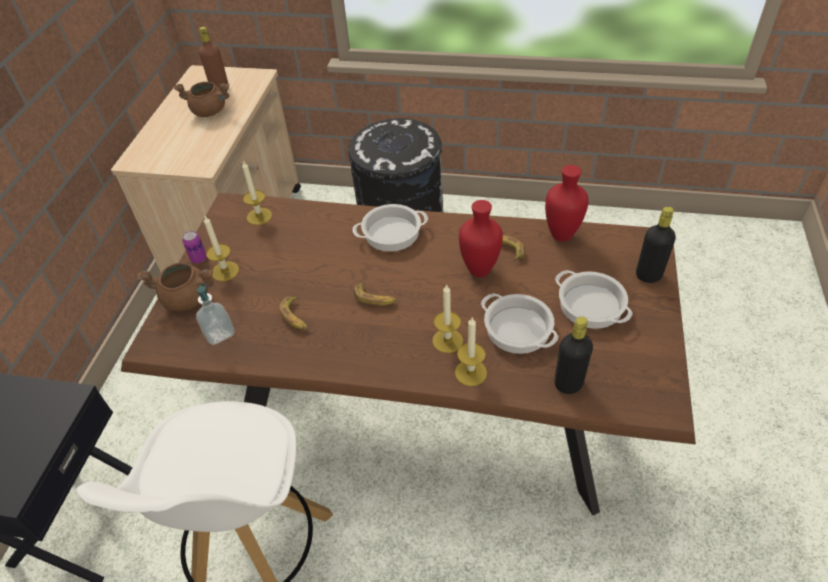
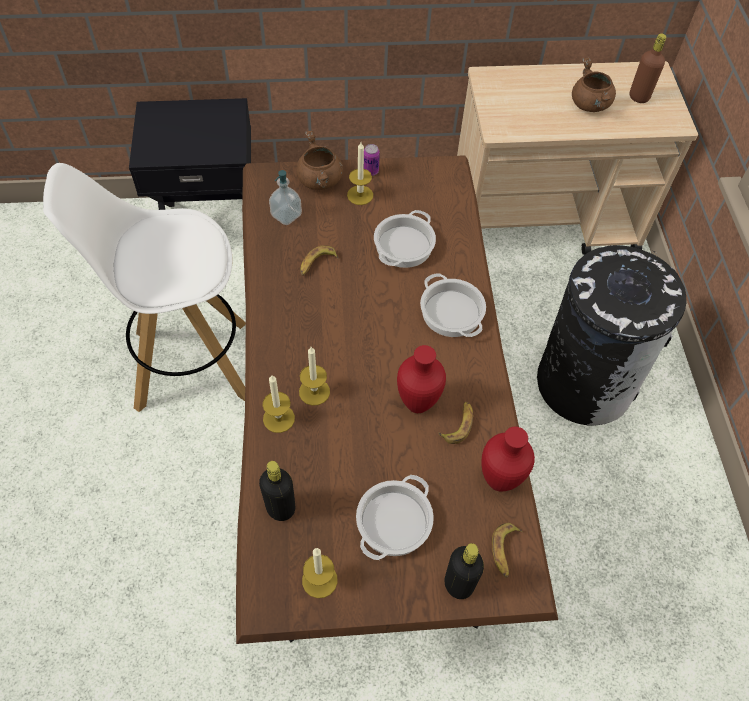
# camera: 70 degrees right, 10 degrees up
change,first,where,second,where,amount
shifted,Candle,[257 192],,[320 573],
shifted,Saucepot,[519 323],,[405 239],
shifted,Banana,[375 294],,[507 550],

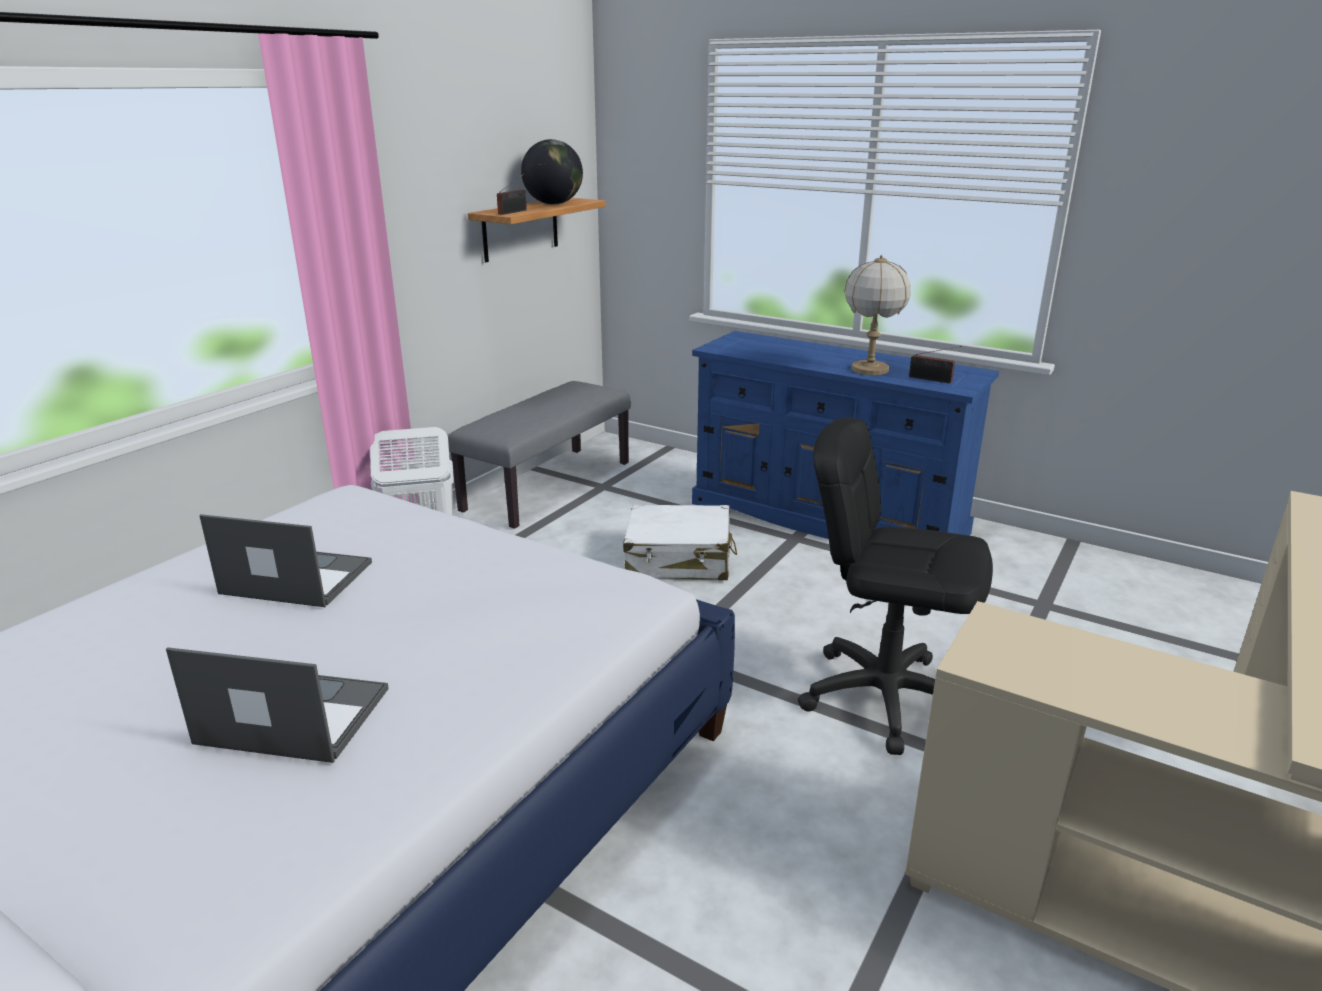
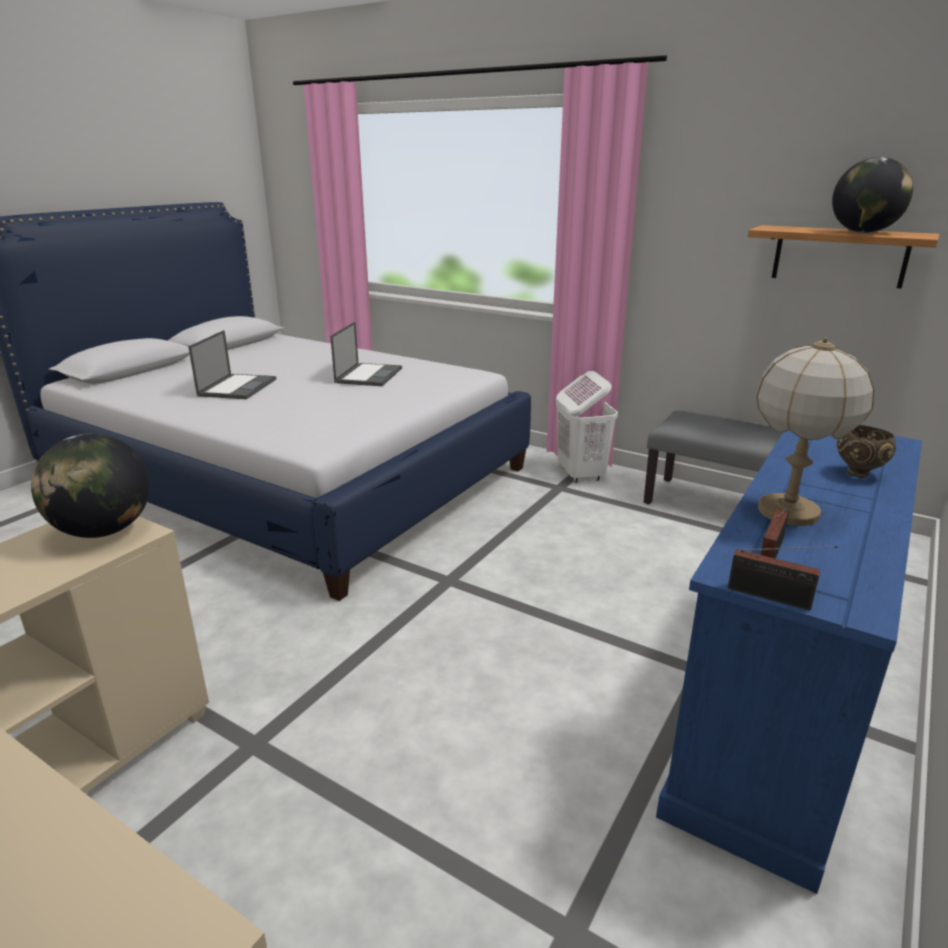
# camera: 90 degrees right, 0 degrees up
change,first,where,second,where,amount
new,,,WorldGlobe,[90 486],
shifted,Radio,[512 194],,[783 578],
new,,,BrownDeepDish,[866 451],
gone,WhiteColouredPieceOfLuggage,[680 542],,,
gone,BlackColouredOfficeChair,[895 586],,,

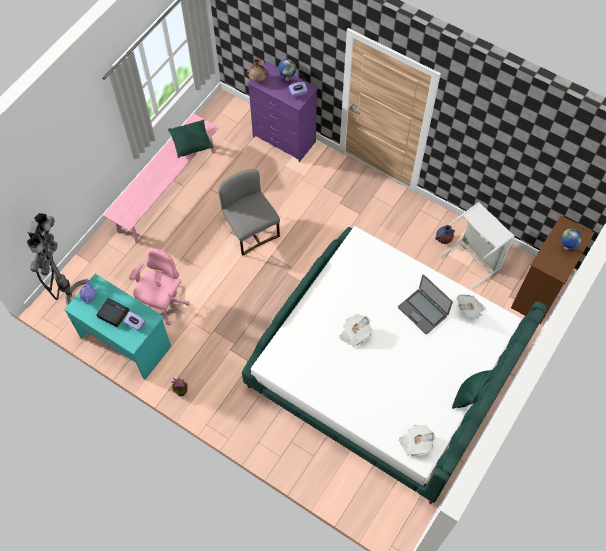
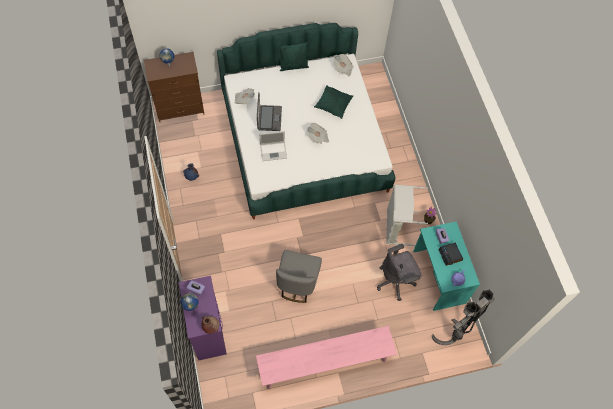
# camera: 140 degrees left, 0 degrees up
change,first,where,second,where,amount
new,,,PortableComputer,[273 146],
shifted,GreenCushion,[191 139],,[333 102],
repainted,PinkishOfficeChair,[159 286],GreyishOfficeChair,[399 272],
shifted,GreyishWashingBasket,[477 246],,[407 215],

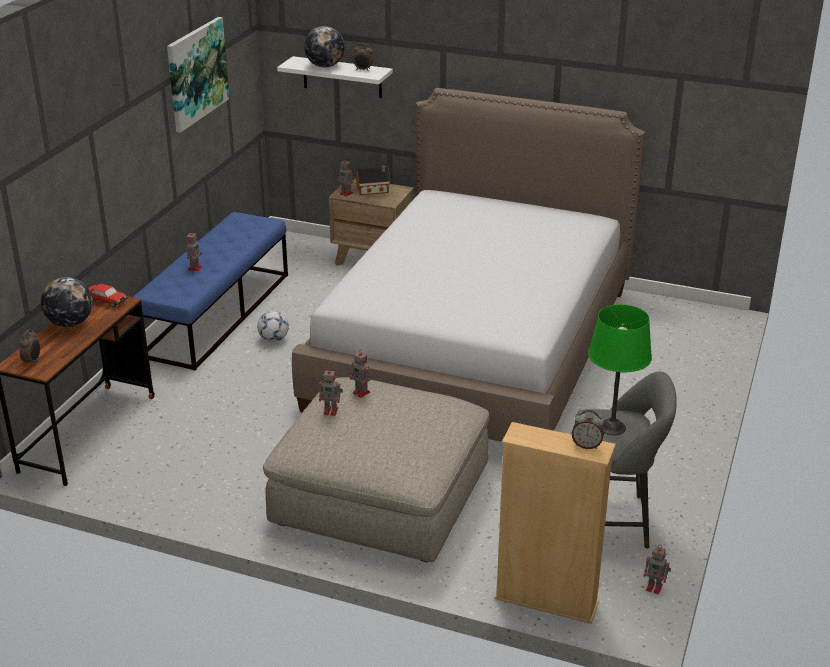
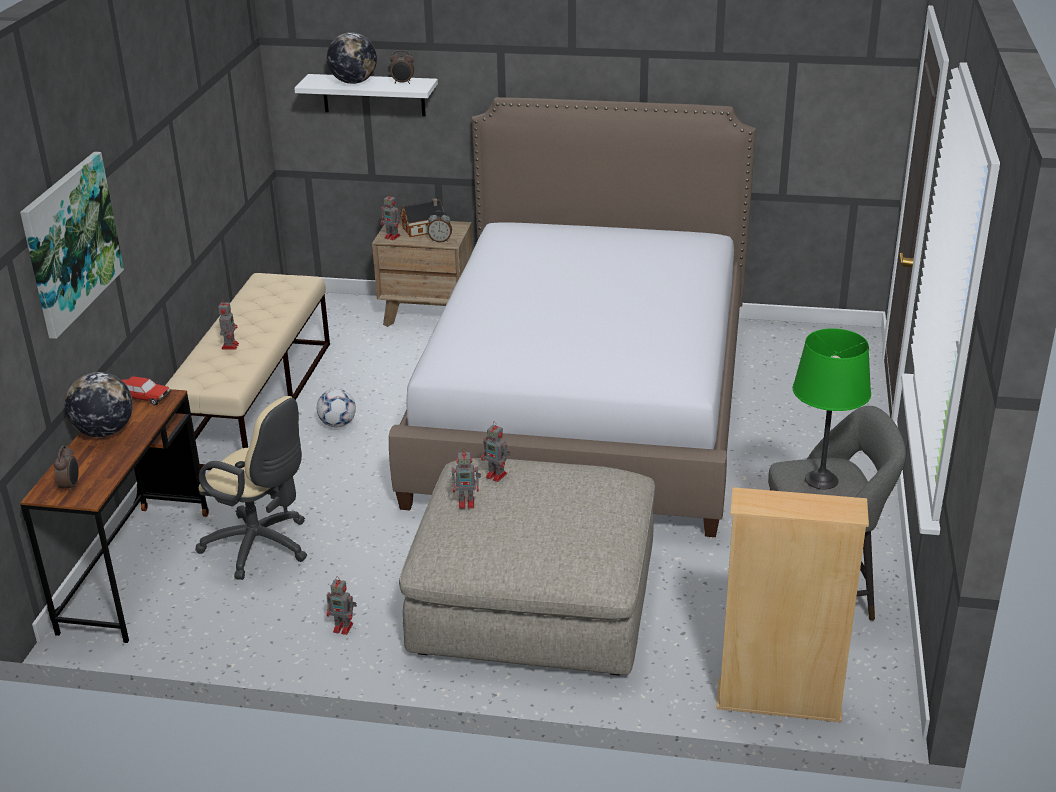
# camera: 10 degrees left, 0 degrees up
change,first,where,second,where,amount
shifted,WallArt,[198 75],,[72 245],
repainted,BlueColouredIndoorBench,[210 291],SandColouredIndoorBench,[247 371],
new,,,SandColouredOfficeChair,[251 488],
shifted,RobotFigure,[657 569],,[342 606],
shifted,TableClock,[588 429],,[439 227],

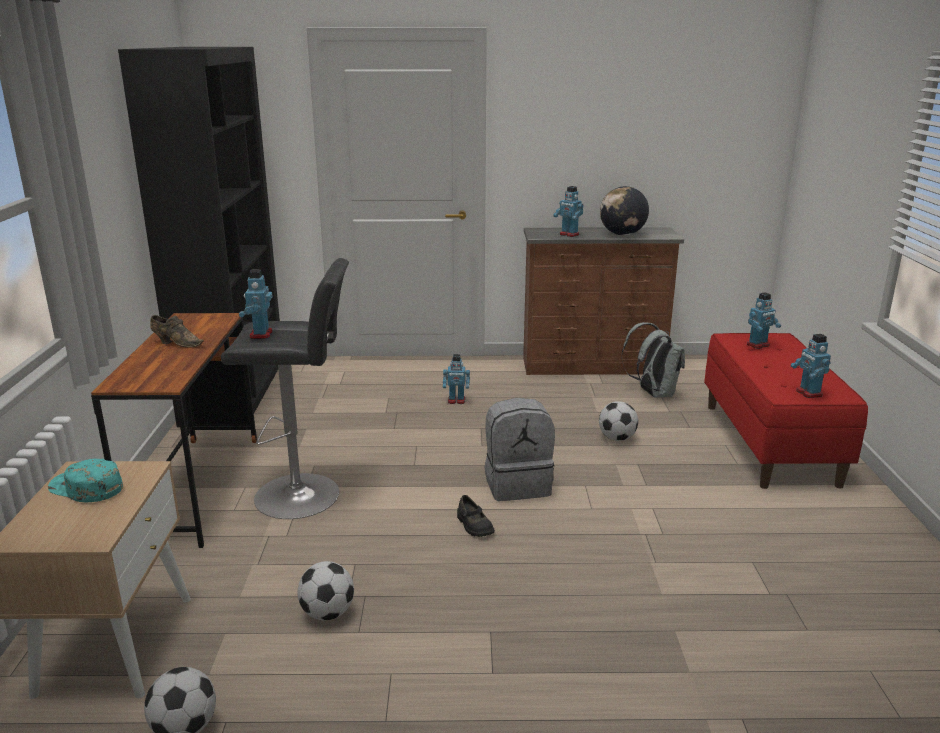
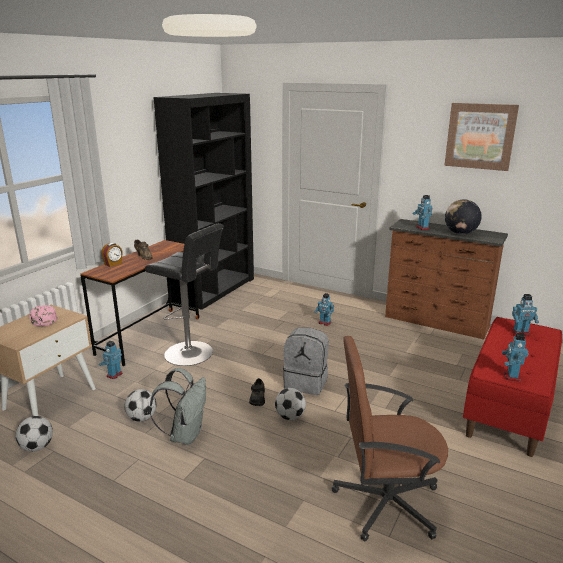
# camera: 30 degrees right, 0 degrees up
change,first,where,second,where,amount
repainted,TurquoisePeakedCap,[85 480],PinkishPeakedCap,[43 315],
shifted,RobotFigure,[256 304],,[110 360],
new,,,TableClock,[112 255],
shifted,GreyishKnapsack,[653 360],,[177 406],
shifted,BallForFootball,[618 421],,[290 404],
new,,,BrownOfficeChair,[390 439],
new,,,WallArt,[481 137],

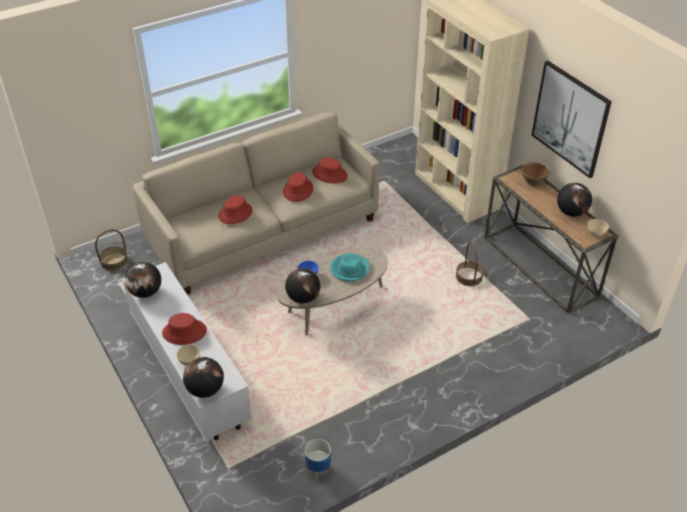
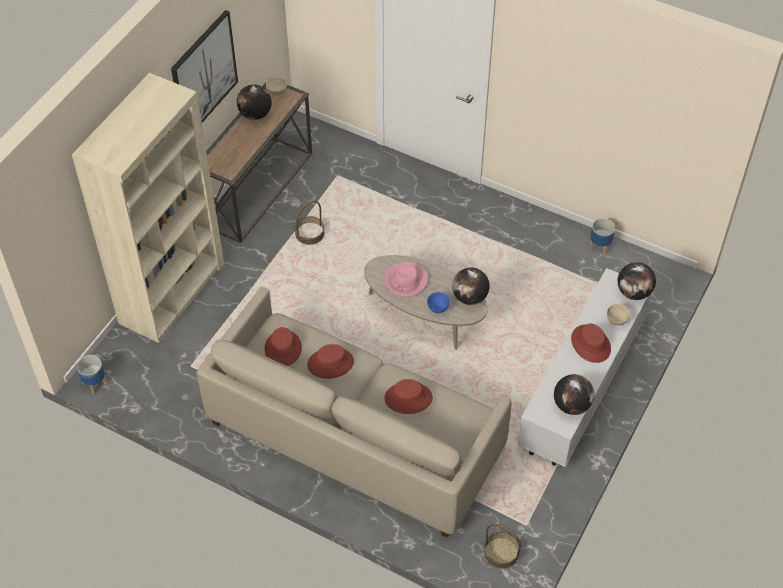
# camera: 120 degrees left, 10 degrees up
change,first,where,second,where,amount
new,,,FlowerPot,[92 374],
repainted,TurquoiseWearableHat,[350 267],PinkishWearableHat,[406 279],
gone,BrownDeepDish,[535 174],,,

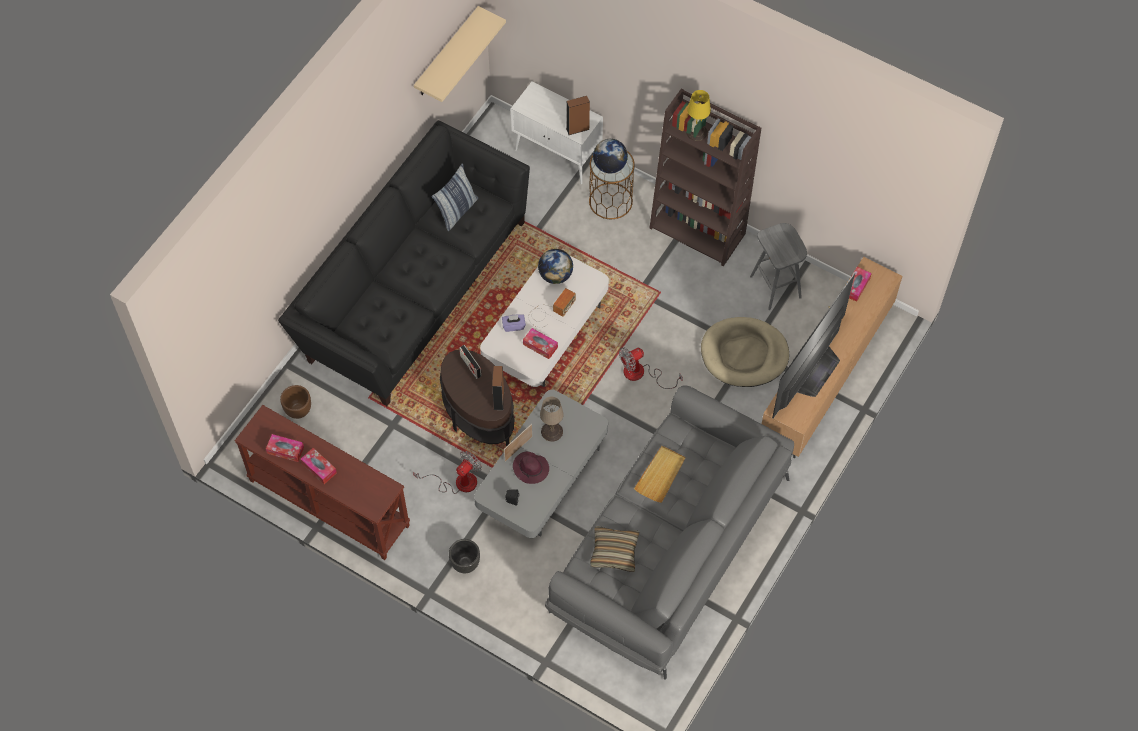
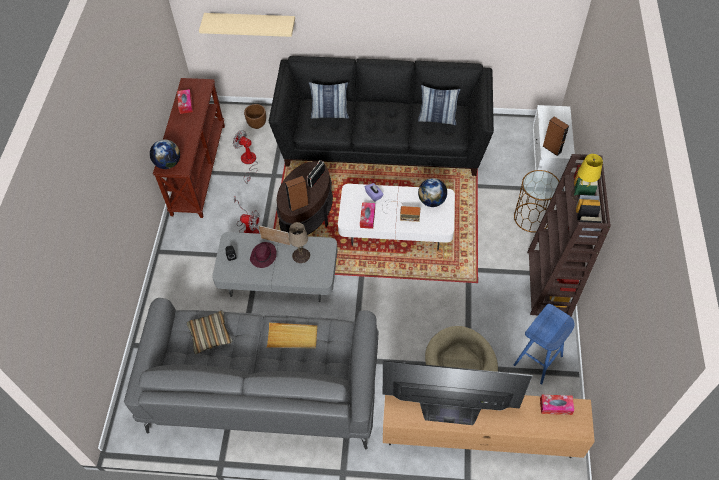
# camera: 65 degrees right, 5 degrees down
change,first,where,second,where,amount
shifted,WorldGlobe,[610 156],,[165 154],
shifted,SandColouredWallShelf,[460 54],,[247 25],
shifted,Fan,[651 368],,[245 157],
new,,,Cushion,[329 100],
repainted,GreyishSittingStool,[778 266],BlueColouredSittingStool,[544 344],
gone,TissueBox,[318 466],,,
gone,BlackColouredFlowerPot,[464 556],,,

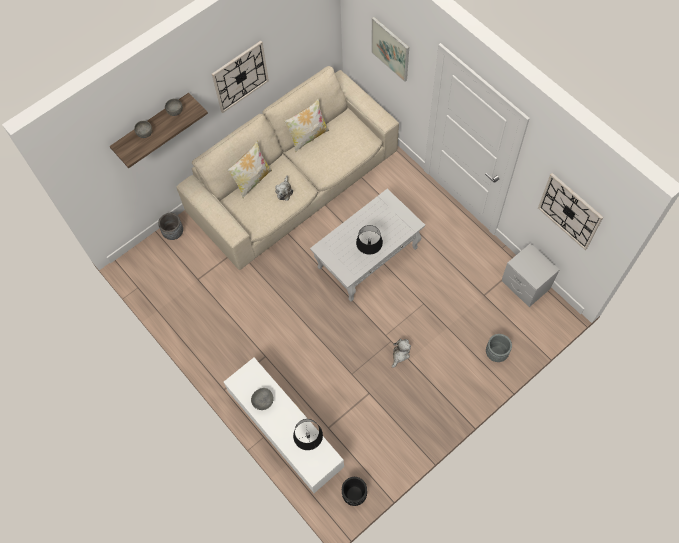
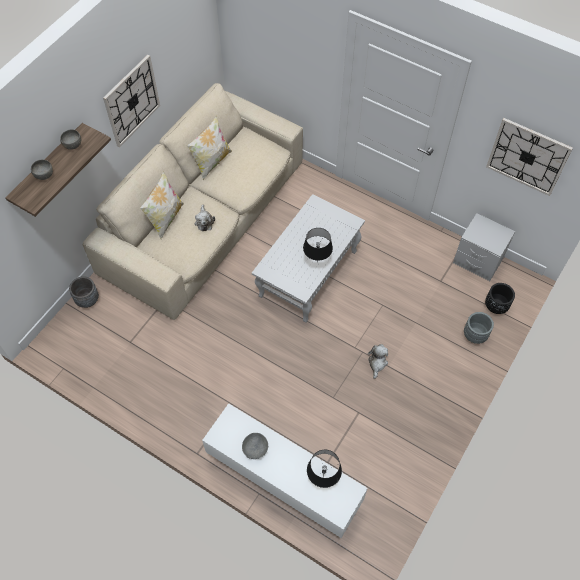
# camera: 20 degrees left, 5 degrees down
change,first,where,second,where,amount
shifted,BlackColouredFlowerPot,[354 491],,[500 298],
gone,WallArt,[390 49],,,

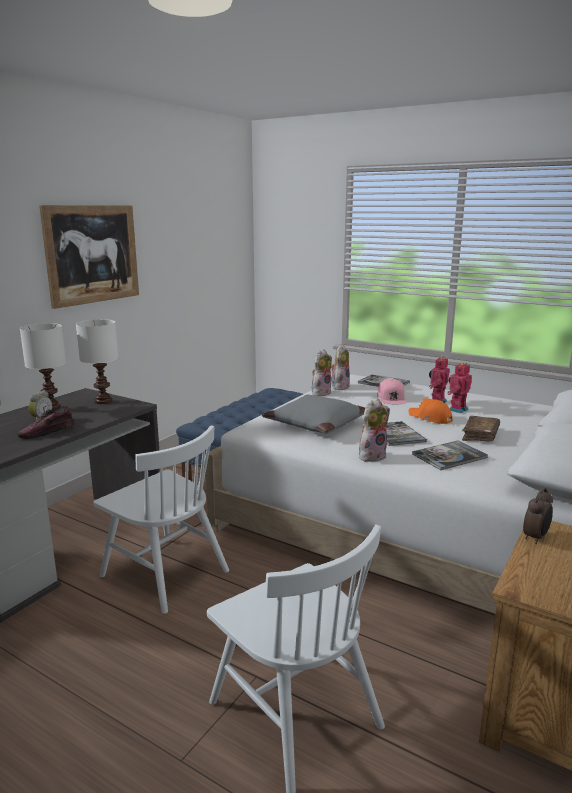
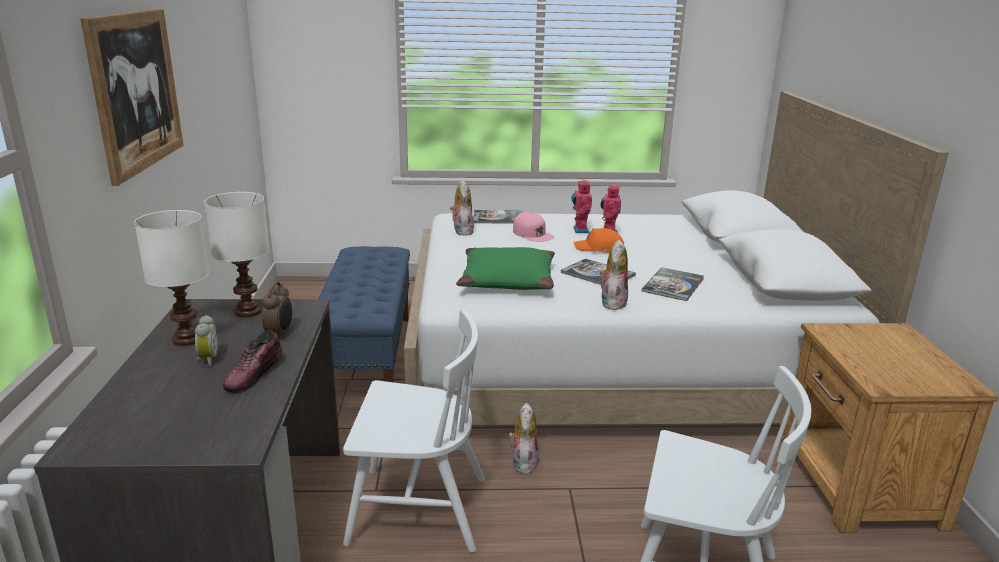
# camera: 35 degrees left, 5 degrees up
change,first,where,second,where,amount
shifted,TableClock,[538 516],,[277 311],
repainted,GreyishCushion,[313 414],GreenCushion,[505 268],
shifted,CuddlyToy,[322 372],,[523 438],
gone,BrownBoundBook,[481 428],,,

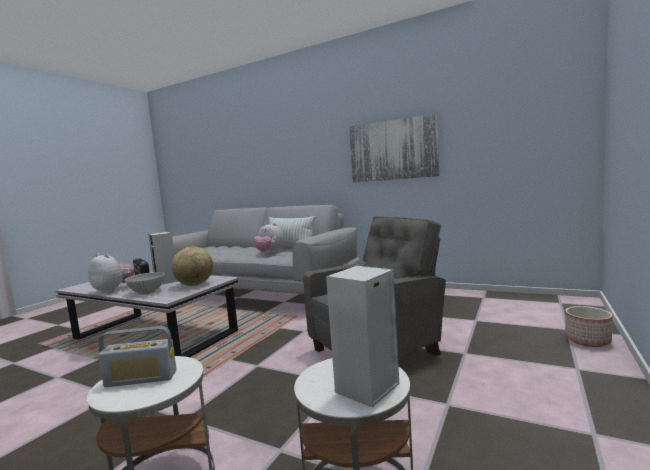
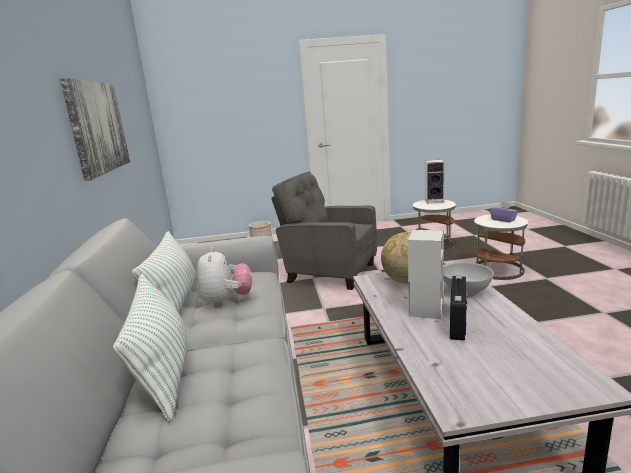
# camera: 125 degrees left, 10 degrees up
change,first,where,second,where,amount
new,,,Cushion,[150 348],
swapped,Radio,[137 356],PurplishTissueBox,[504 211],
gone,CuddlyToy,[111 273],,,

